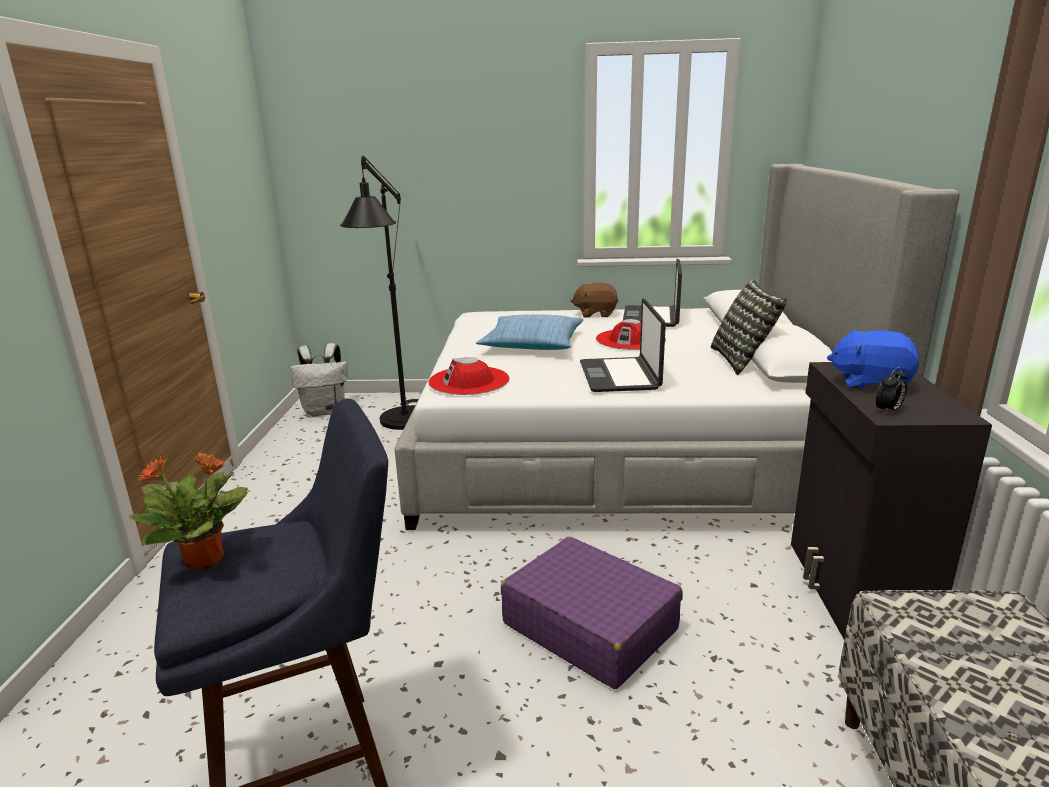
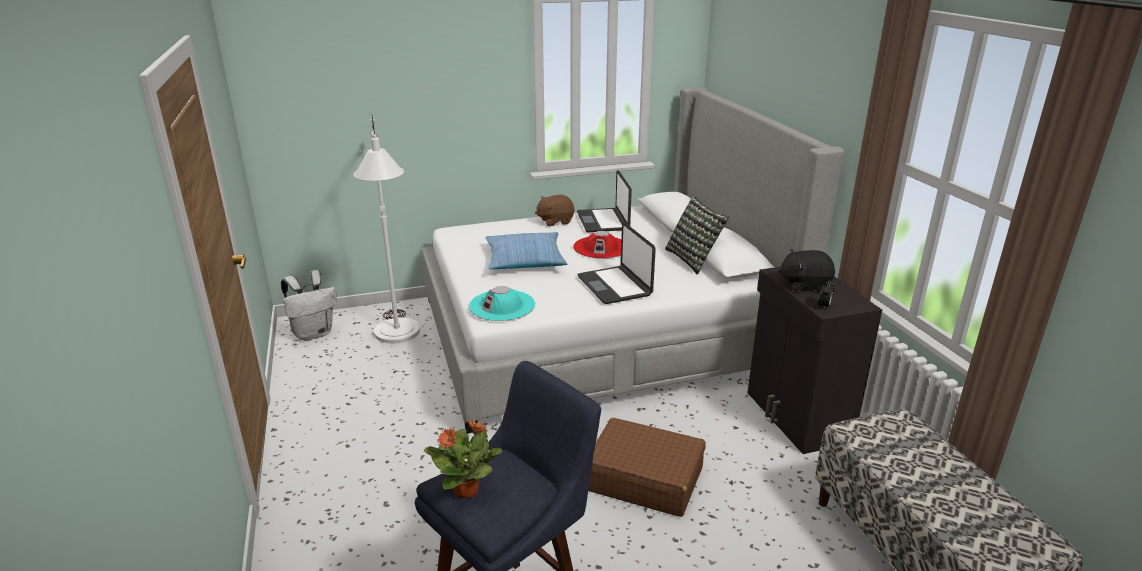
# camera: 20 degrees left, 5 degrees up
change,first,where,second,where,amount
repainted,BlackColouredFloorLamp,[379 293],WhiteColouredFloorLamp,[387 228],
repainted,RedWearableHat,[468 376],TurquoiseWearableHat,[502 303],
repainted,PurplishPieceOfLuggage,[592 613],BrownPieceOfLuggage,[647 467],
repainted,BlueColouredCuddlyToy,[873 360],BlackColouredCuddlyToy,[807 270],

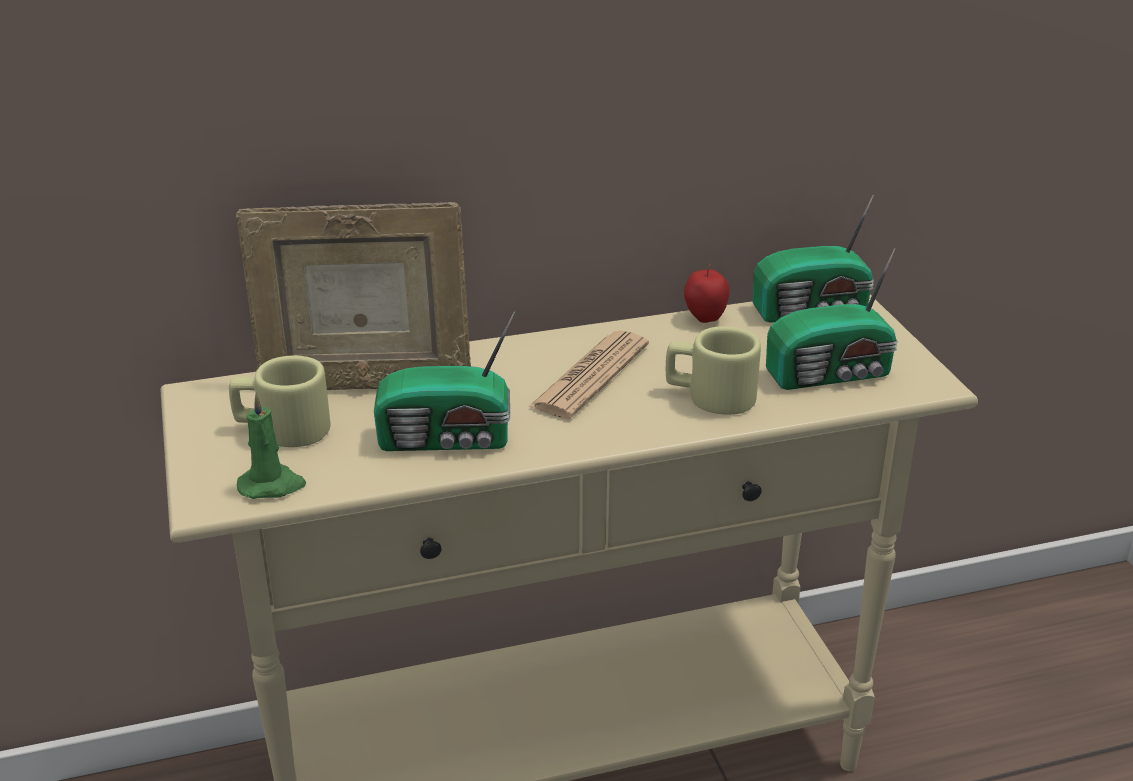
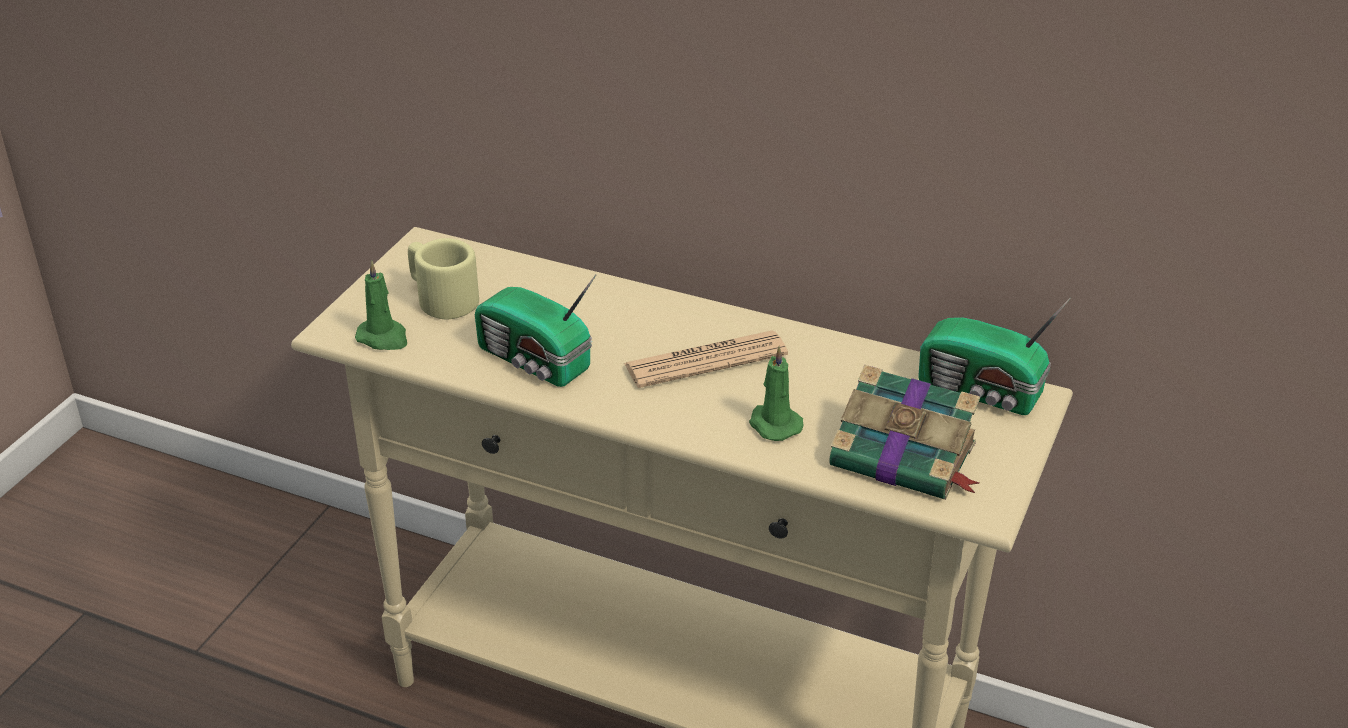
# camera: 40 degrees right, 5 degrees up
change,first,where,second,where,amount
swapped,SandColouredMug,[713 370],GreenCandle,[776 393],
swapped,Radio,[832 319],BoundBook,[904 432],
gone,StandingFrame,[353 296],,,
gone,AppleFruit,[707 293],,,

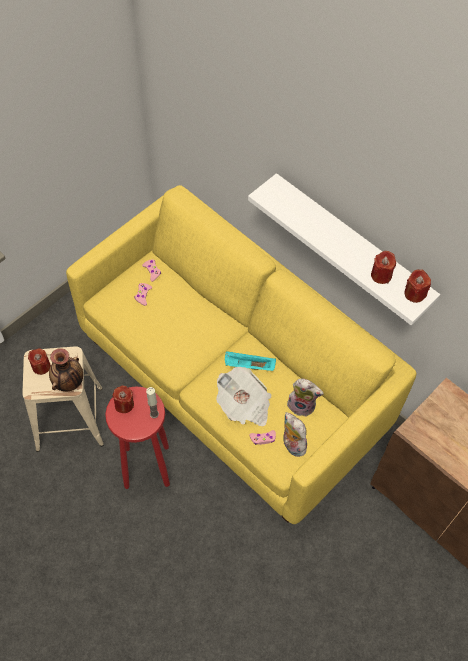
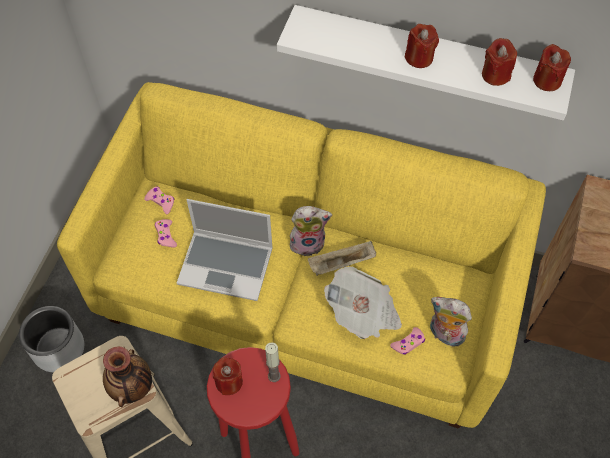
# camera: 25 degrees left, 0 degrees up
change,first,where,second,where,amount
new,,,GreyishFlowerPot,[51 339],
new,,,PortableComputer,[225 250],
shifted,CuddlyToy,[305 398],,[310 231],
repainted,TurquoiseTray,[250 361],SandColouredTray,[342 258],
shifted,RedCandle,[39 361],,[422 46],

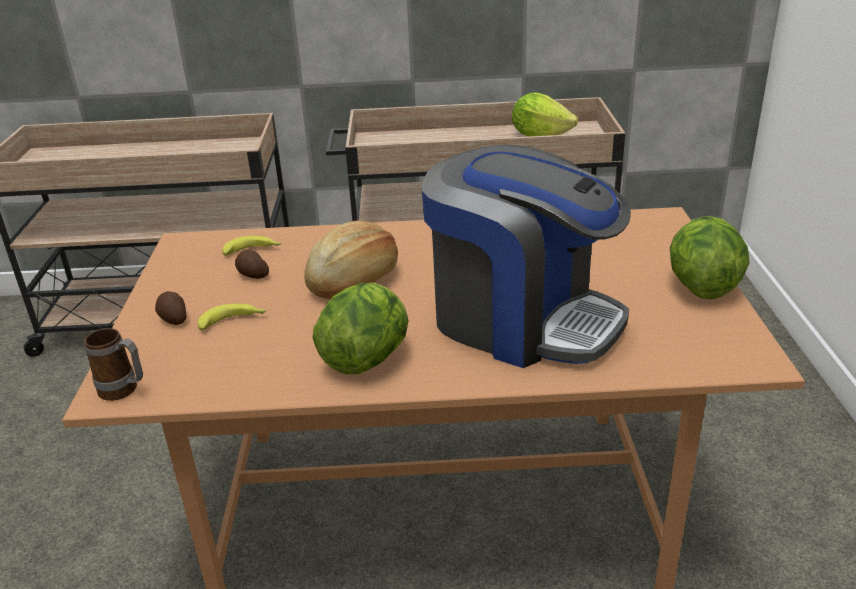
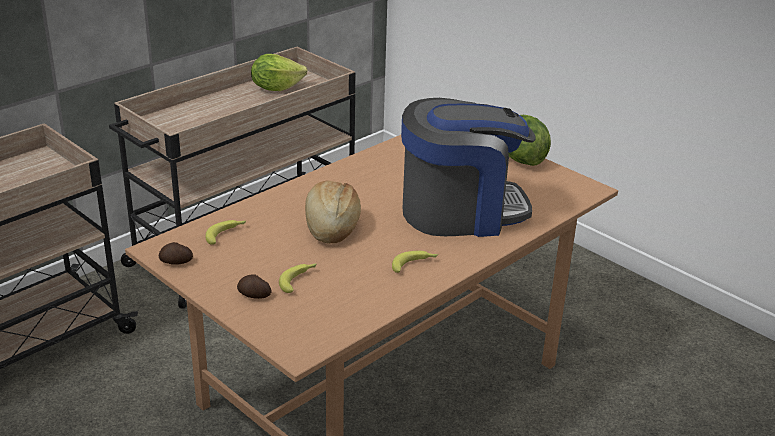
# camera: 45 degrees left, 0 degrees up
change,first,where,second,where,amount
shifted,Spud,[252 264],,[176 253],
swapped,HeadOfLettuce,[360 328],Banana,[415 262],
gone,Mug,[113 364],,,

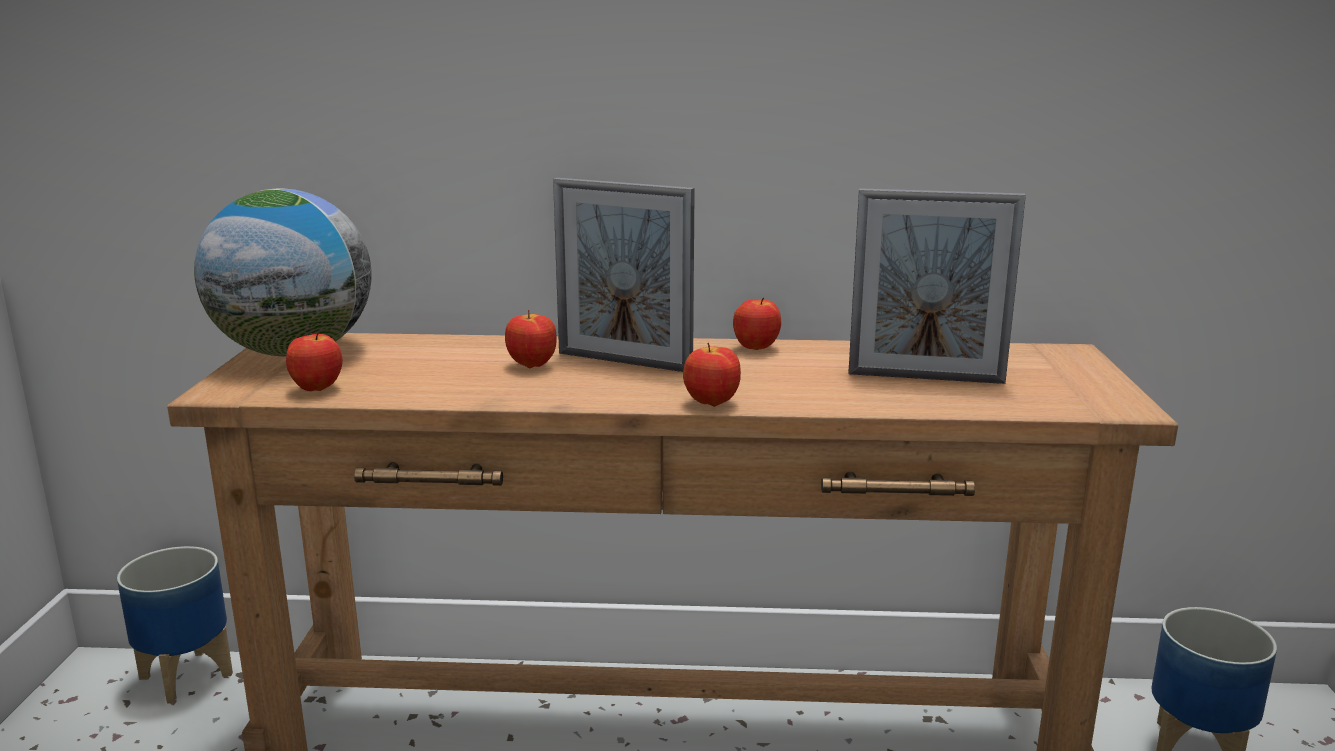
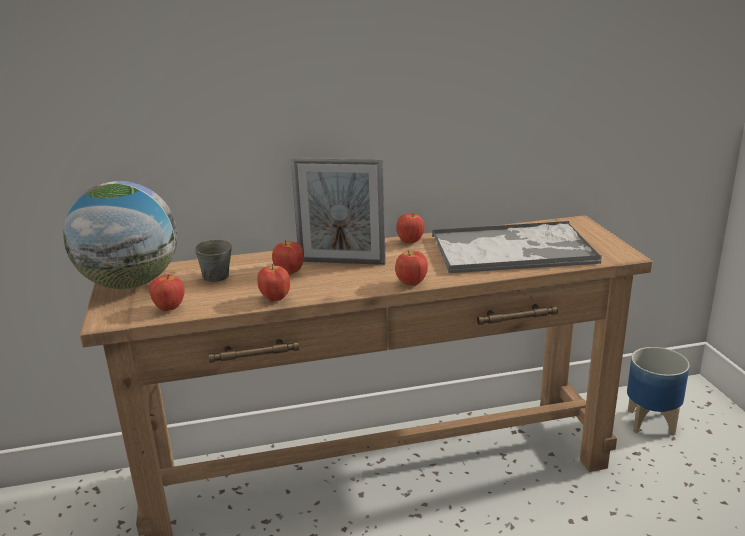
# camera: 15 degrees left, 5 degrees up
change,first,where,second,where,amount
new,,,GreyishMug,[213 261],
new,,,AppleFruit,[273 283],
swapped,StandingFrame,[937 286],Tray,[517 247],
gone,FlowerPot,[175 625],,,

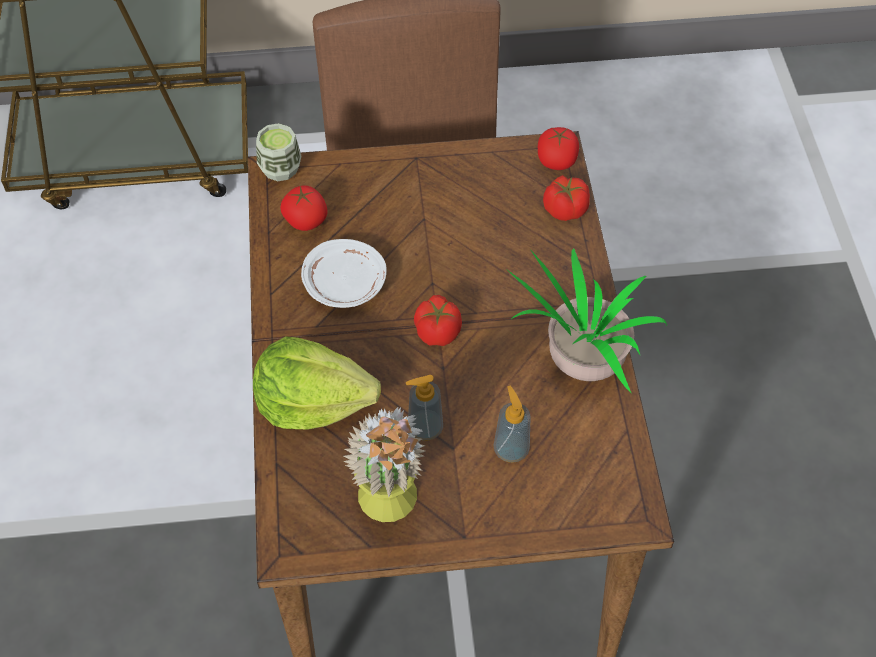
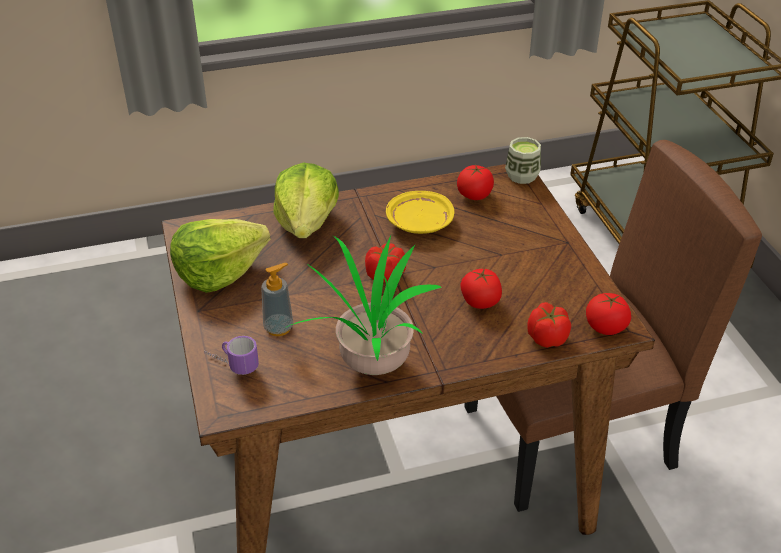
# camera: 80 degrees right, 15 degrees down
change,first,where,second,where,amount
swapped,PottedPlant,[384 464],HeadOfLettuce,[220 256],
new,,,Mug,[231 355],
repainted,WhiteColouredPlate,[344 273],YellowPlate,[420 212],
new,,,Tomato,[481 288],
gone,SoapDispenser,[424 408],,,

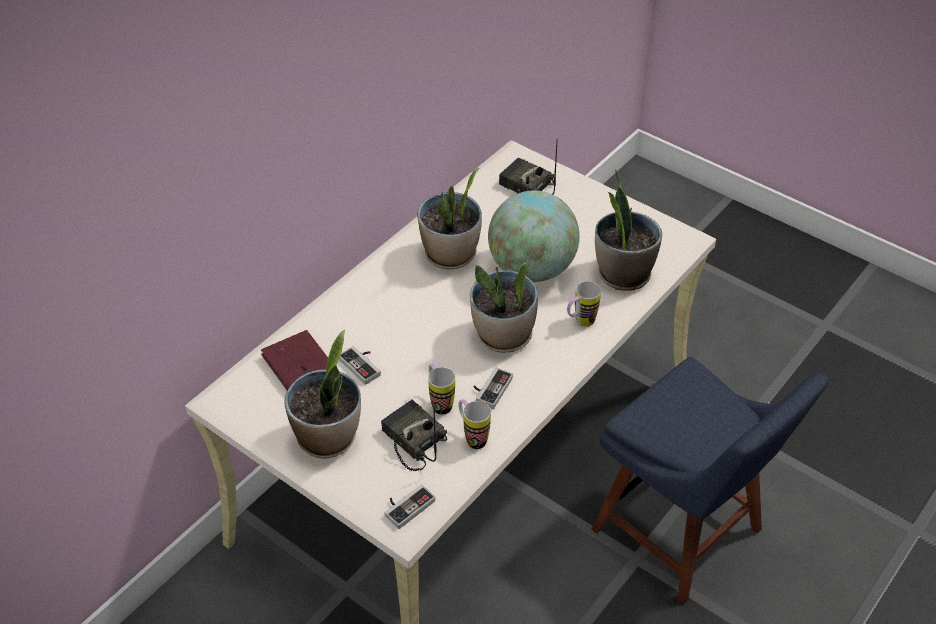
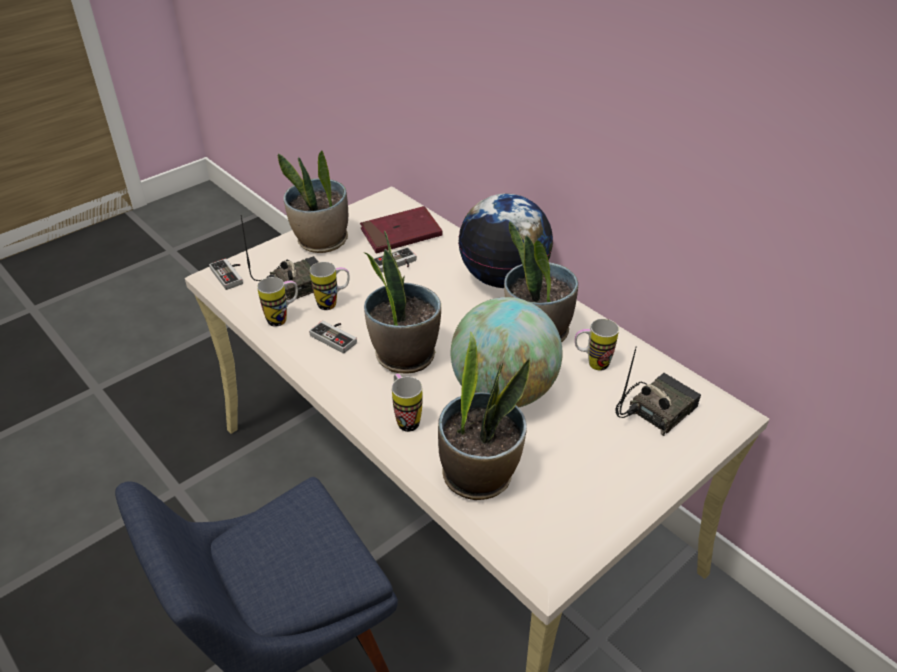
# camera: 100 degrees right, 5 degrees down
change,first,where,second,where,amount
new,,,WorldGlobe,[505 240],
new,,,Mug,[597 345],

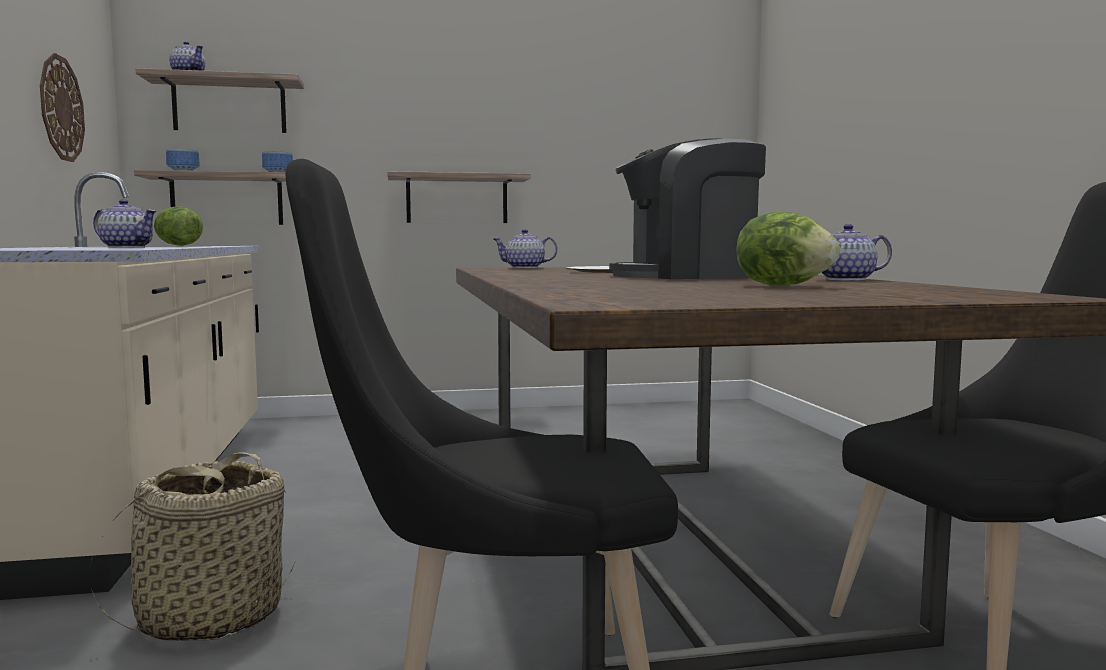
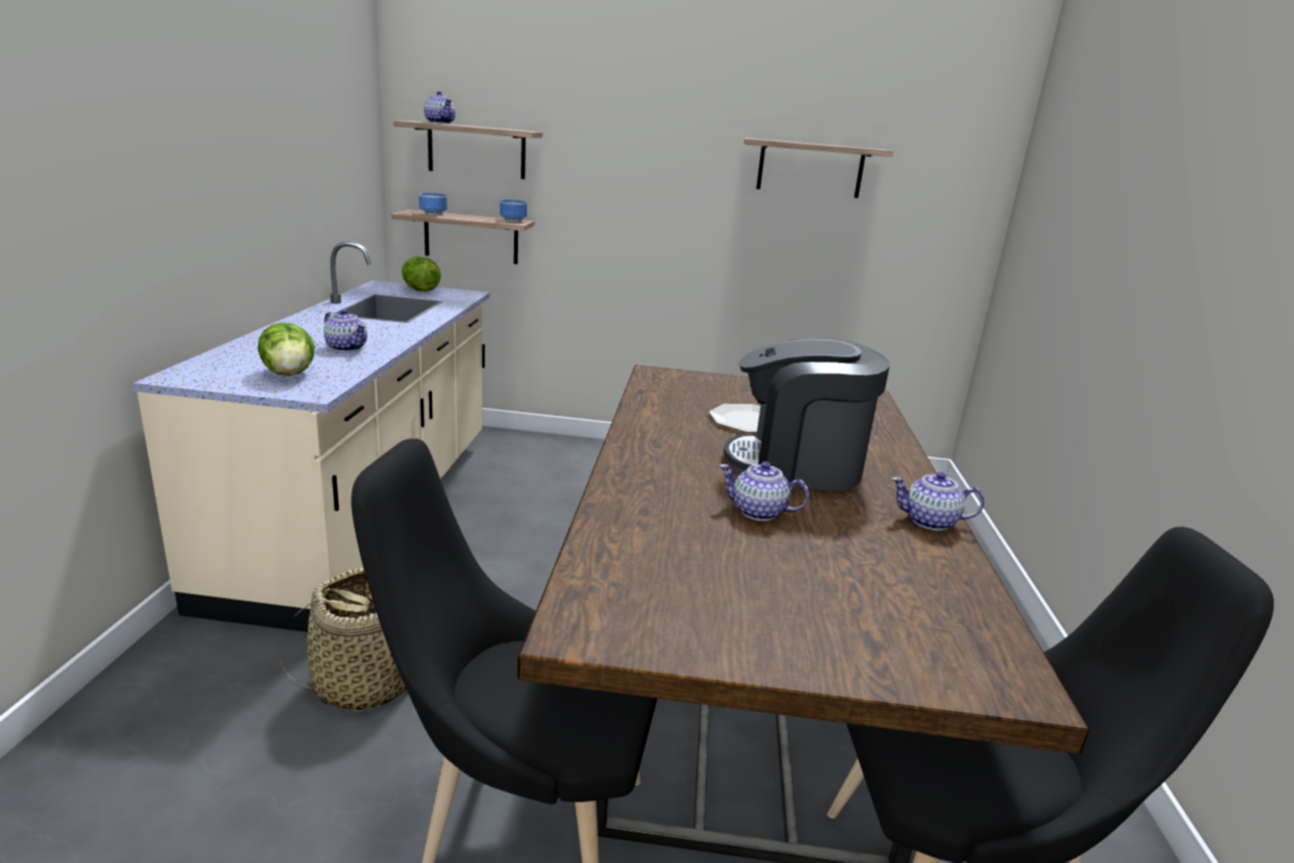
# camera: 15 degrees right, 15 degrees up
change,first,where,second,where,amount
shifted,HeadOfLettuce,[788 249],,[286 349],
shifted,TeaPot,[525 248],,[764 491],
shifted,WallShelf,[459 197],,[818 168],
gone,ClockOnTheWall,[62 107],,,

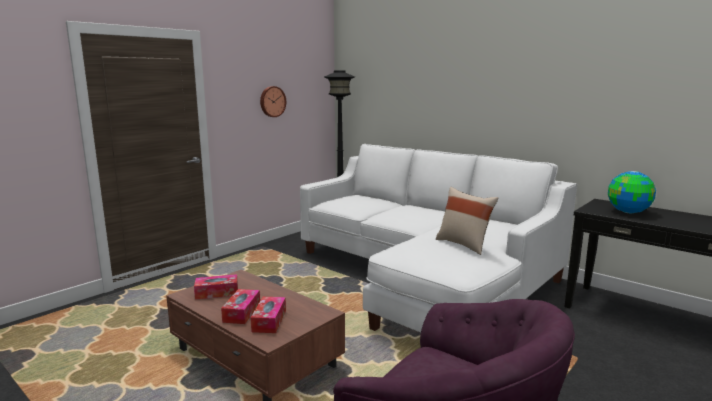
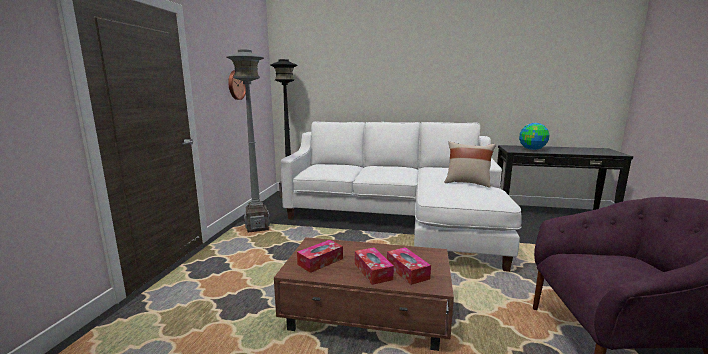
# camera: 30 degrees left, 0 degrees up
change,first,where,second,where,amount
new,,,GreyishFloorLamp,[248 141],

